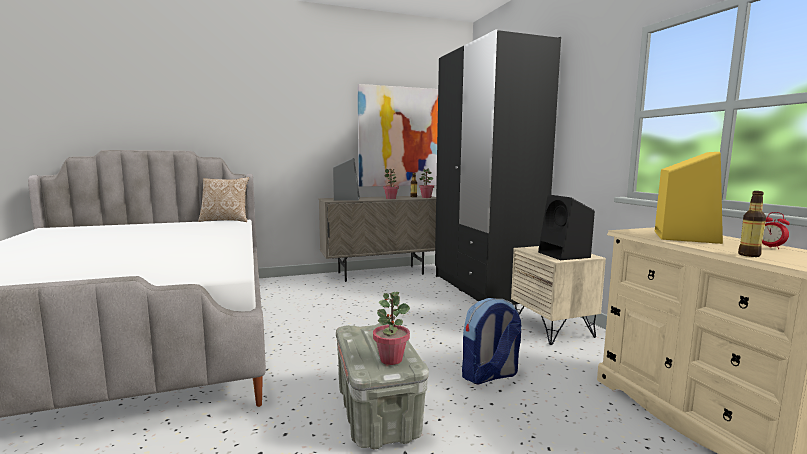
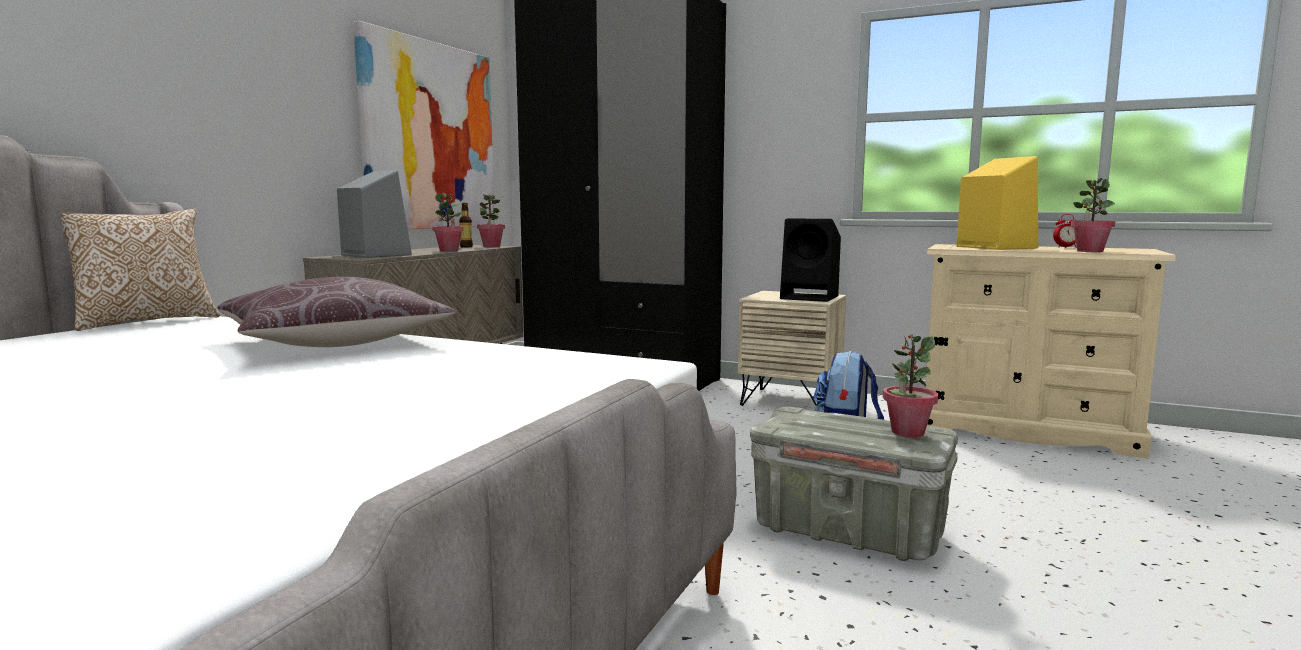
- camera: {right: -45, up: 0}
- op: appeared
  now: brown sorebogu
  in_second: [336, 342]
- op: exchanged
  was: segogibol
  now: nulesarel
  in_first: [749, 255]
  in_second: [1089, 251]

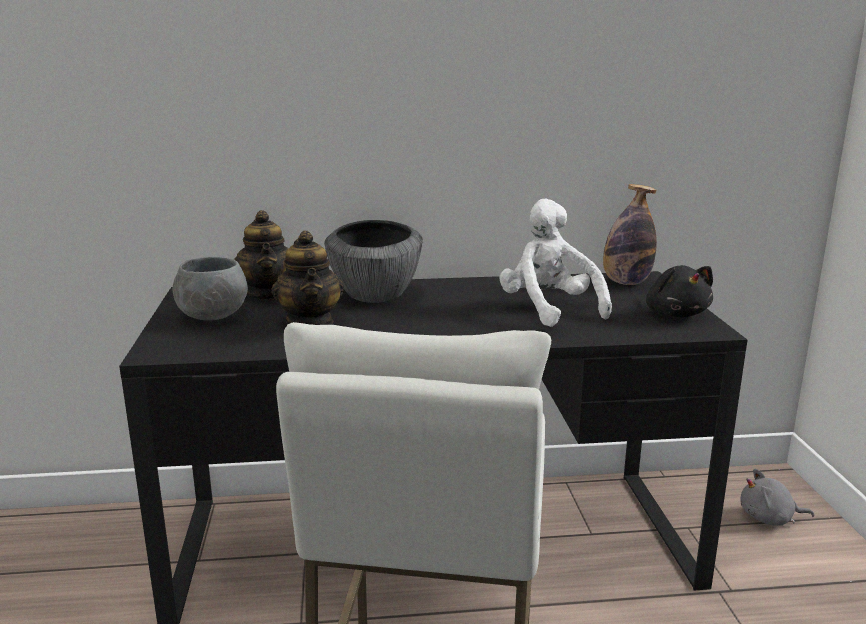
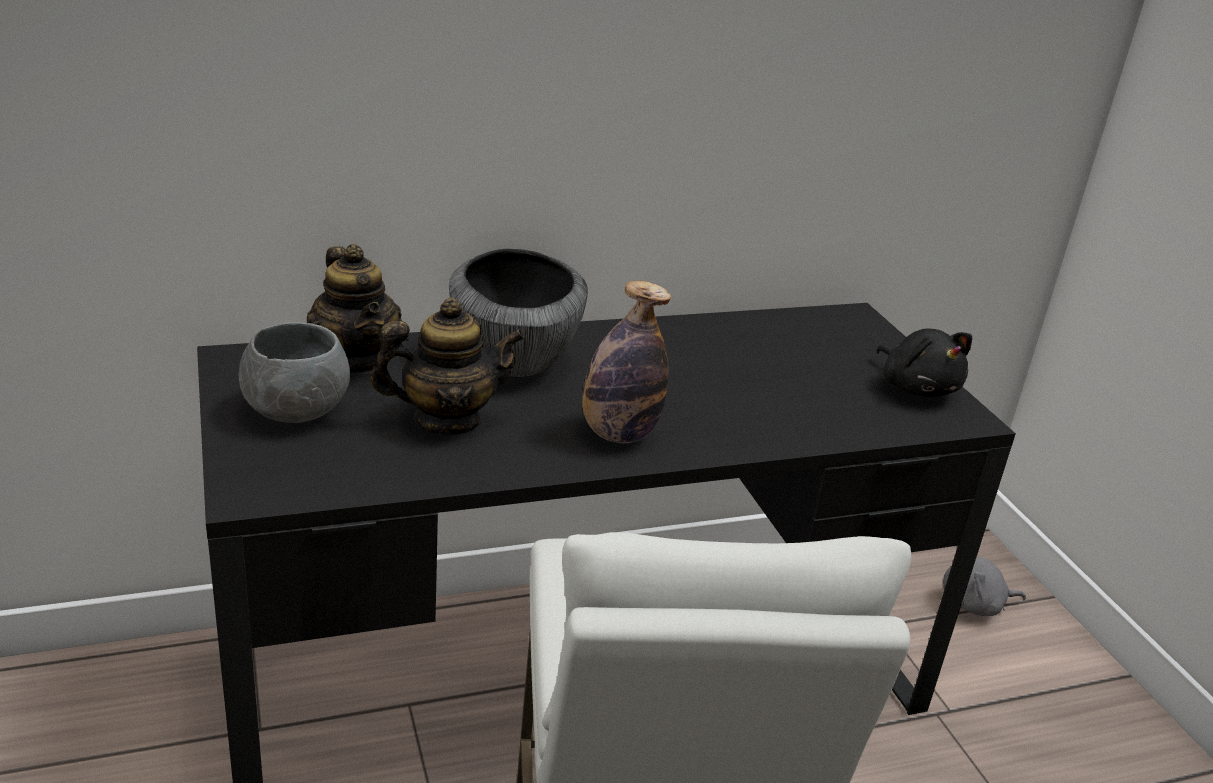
- camera: {right: -15, up: 10}
- op: missing
  was: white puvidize
  in_first: [549, 310]
- op: relocated
  was: segogibol
  in_first: [626, 282]
  in_second: [618, 434]
- op: spun
  was: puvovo
  in_first: [310, 322]
  in_second: [447, 420]
  clockwise: -75

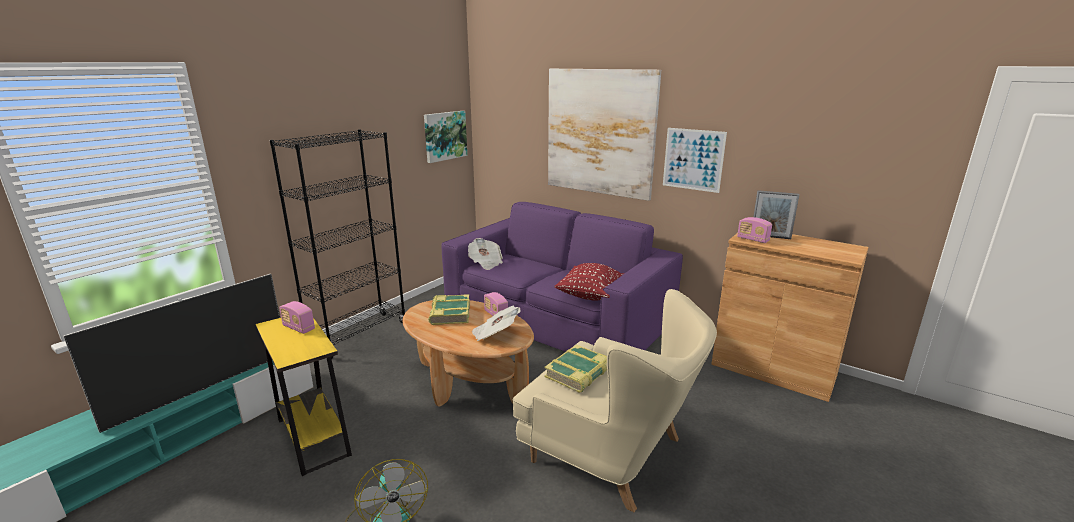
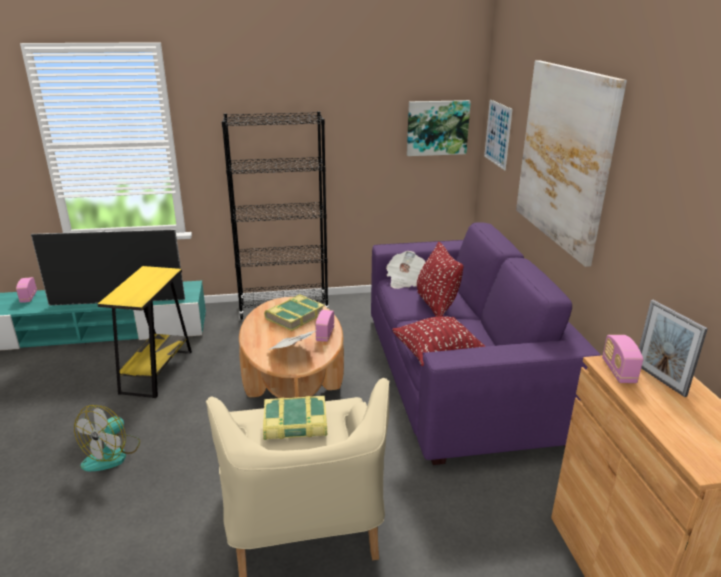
- camera: {right: 45, up: 5}
- op: appeared
  now: red sorebogu
  in_second: [436, 305]
- op: relocated
  was: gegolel
  in_first: [299, 328]
  in_second: [28, 297]
- op: relocated
  was: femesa
  in_first: [693, 159]
  in_second: [497, 134]

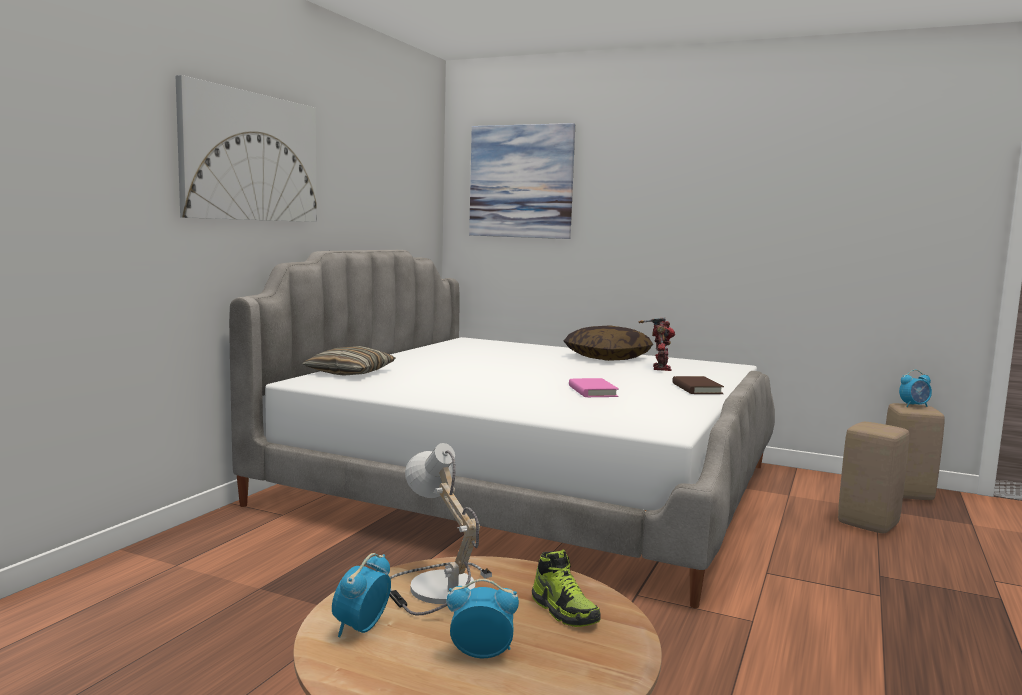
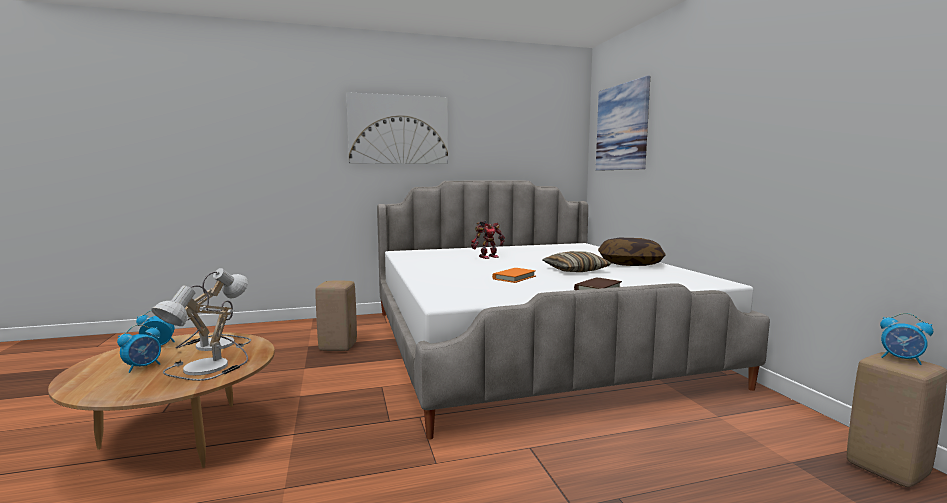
- camera: {right: 50, up: 0}
- op: relocated
  was: sorebogu
  in_first: [350, 372]
  in_second: [575, 270]
- op: relocated
  was: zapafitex
  in_first: [659, 368]
  in_second: [488, 257]
- op: relocated
  was: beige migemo
  in_first: [869, 524]
  in_second: [338, 347]
- op: exchanged
  was: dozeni
  now: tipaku
  in_first: [564, 611]
  in_second: [206, 369]
- op: colour
  was: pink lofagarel
  now: orange lofagarel
  in_first: [592, 391]
  in_second: [514, 277]
- op: spun
  was: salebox
  in_first: [481, 653]
  in_second: [143, 367]
  clockwise: 75

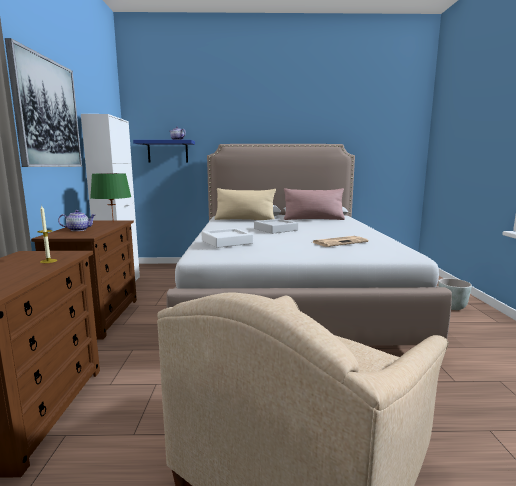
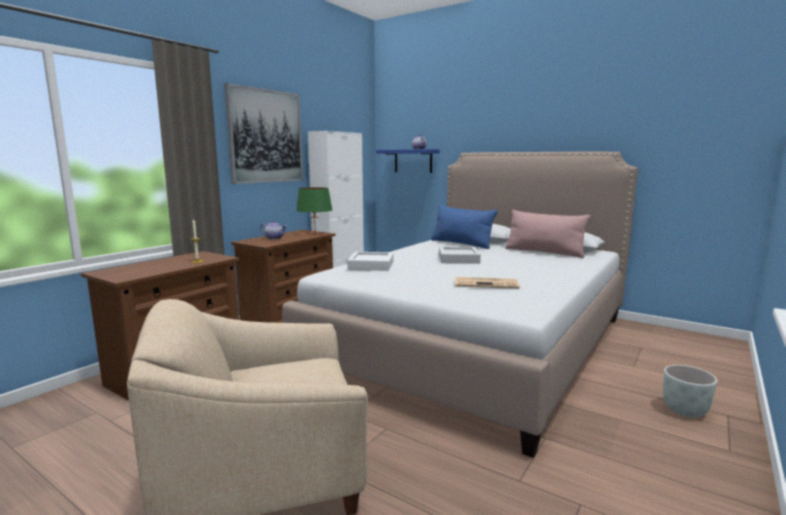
- camera: {right: 35, up: 0}
- op: colour
  was: beige sorebogu
  now: blue sorebogu
  in_first: [245, 220]
  in_second: [461, 243]

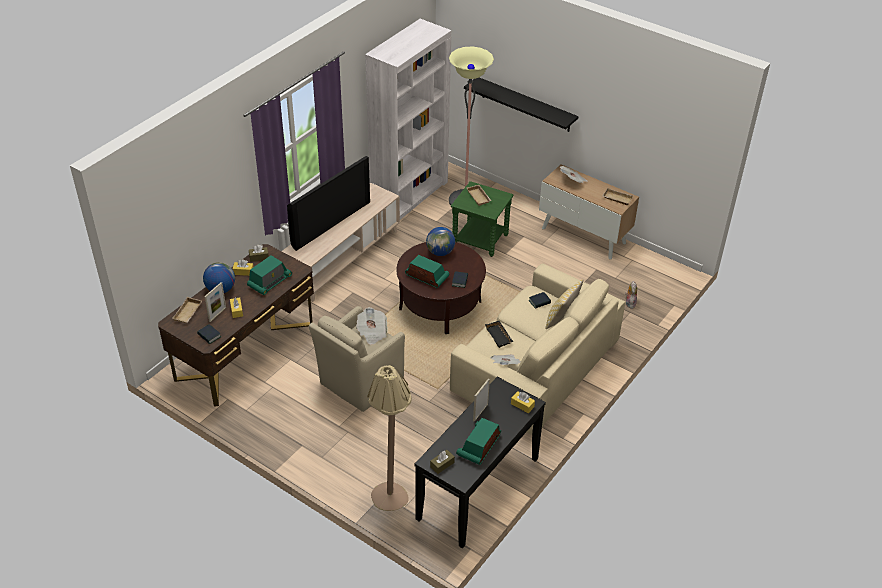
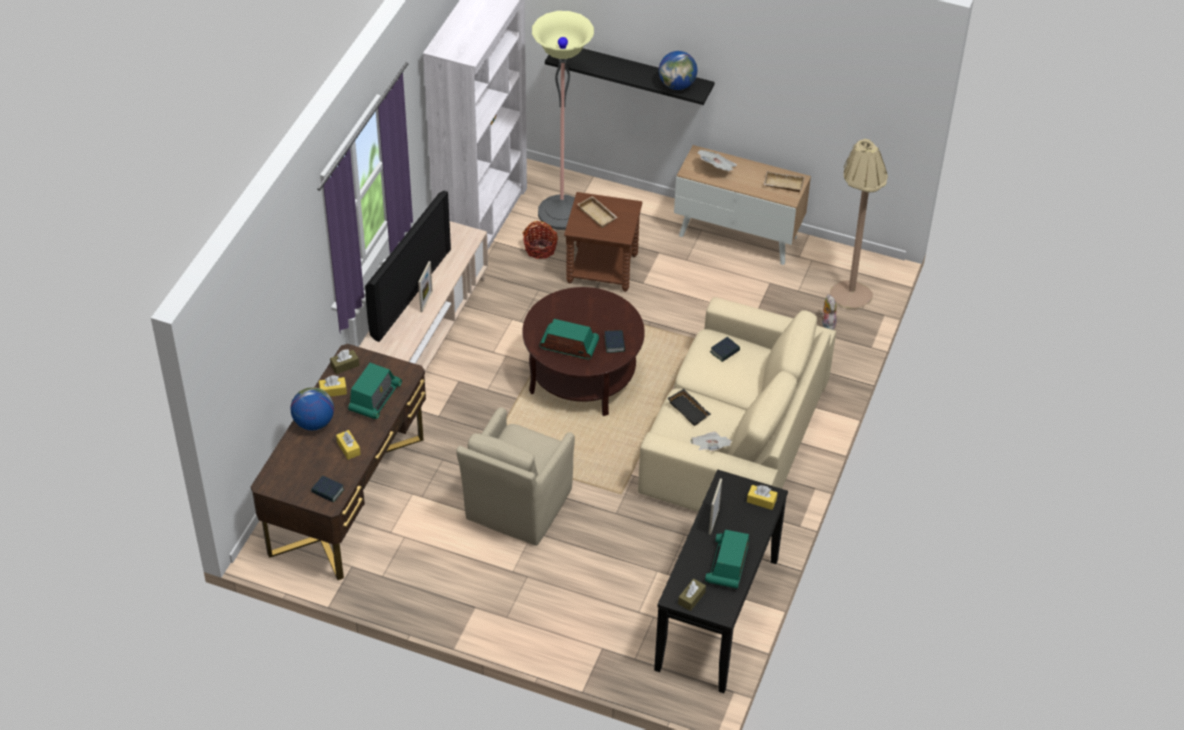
- camera: {right: -15, up: 5}
- op: missing
  was: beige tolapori
  in_first: [188, 313]
- op: missing
  was: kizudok
  in_first: [372, 332]
- op: missing
  was: sorebogu
  in_first: [561, 319]
- op: appeared
  now: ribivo
  in_second: [540, 249]
- op: relocated
  was: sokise
  in_first: [217, 314]
  in_second: [426, 301]
- op: relocated
  was: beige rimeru
  in_first: [392, 490]
  in_second: [849, 288]
- op: relocated
  was: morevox
  in_first: [440, 252]
  in_second: [677, 85]
- op: colour
  was: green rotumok
  now: brown rotumok
  in_first: [480, 239]
  in_second: [602, 268]

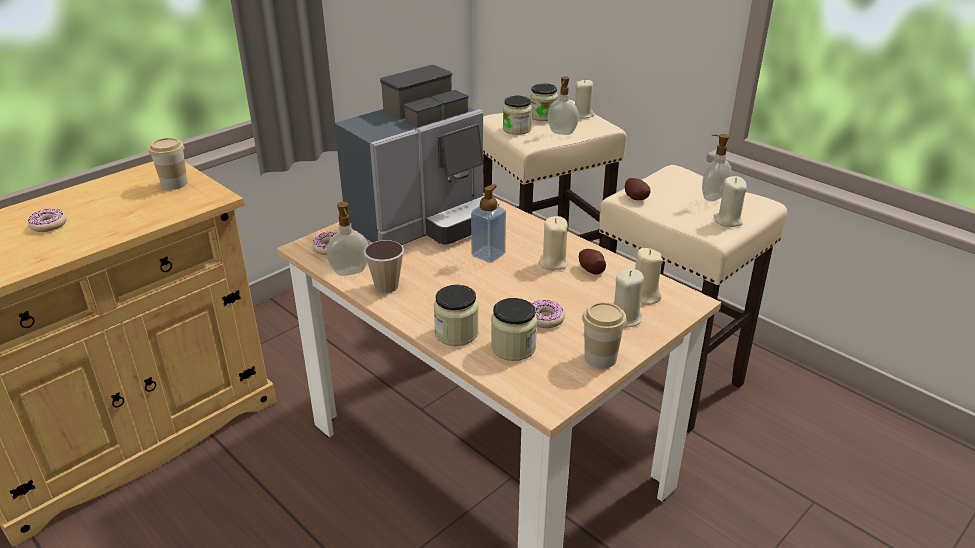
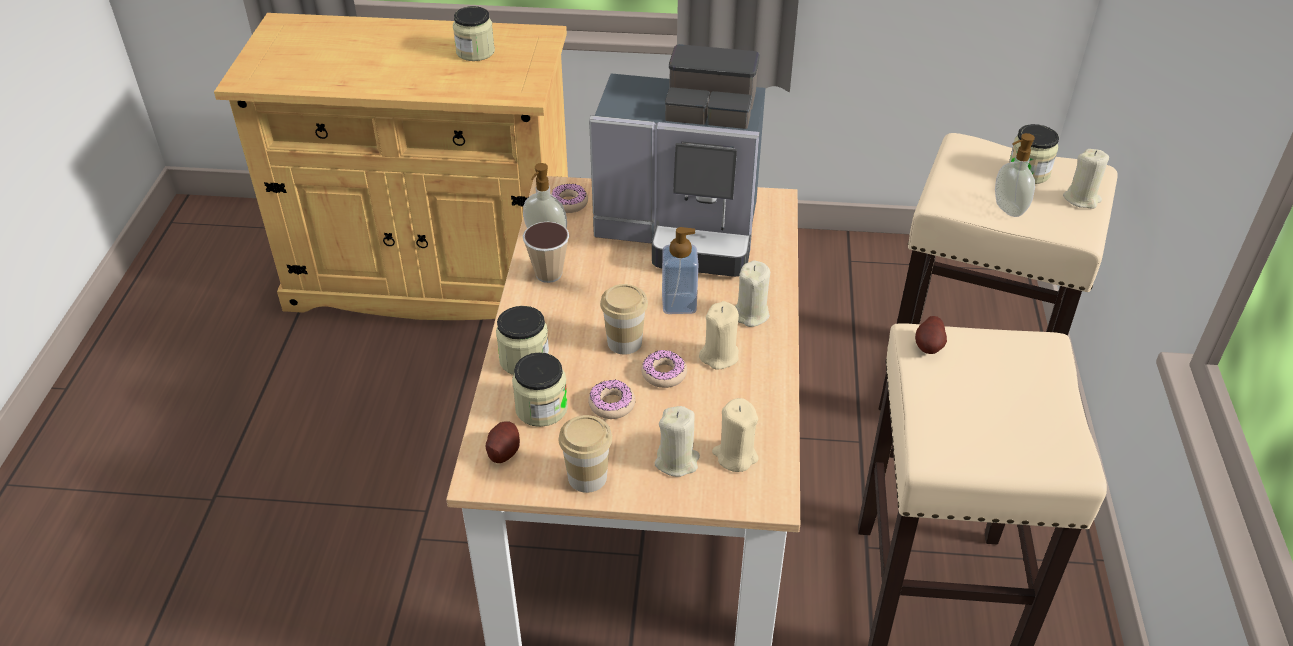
- camera: {right: 50, up: 10}
- op: missing
  was: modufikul
  in_first: [712, 197]
- op: relocated
  was: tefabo
  in_first: [48, 225]
  in_second: [664, 374]
- op: relocated
  was: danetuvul
  in_first: [174, 184]
  in_second: [624, 342]
- op: relocated
  was: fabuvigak
  in_first: [517, 129]
  in_second: [475, 52]
- op: relocated
  was: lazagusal
  in_first: [591, 269]
  in_second: [503, 451]
- op: relocated
  was: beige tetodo
  in_first: [727, 221]
  in_second: [750, 314]

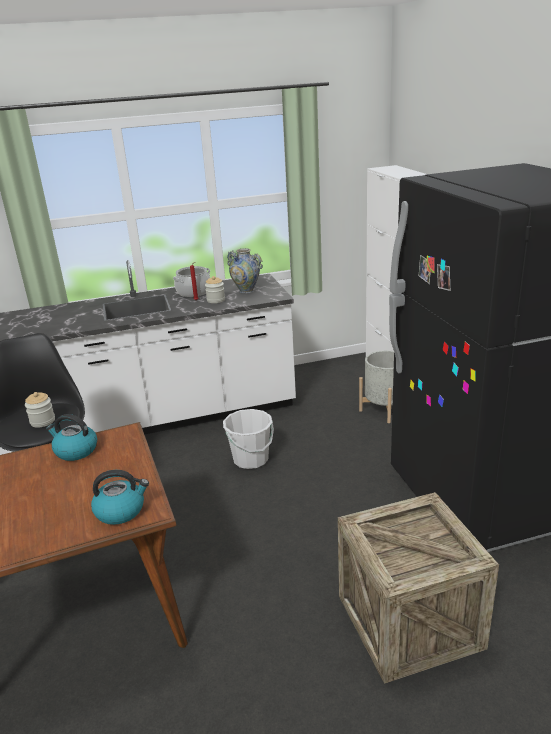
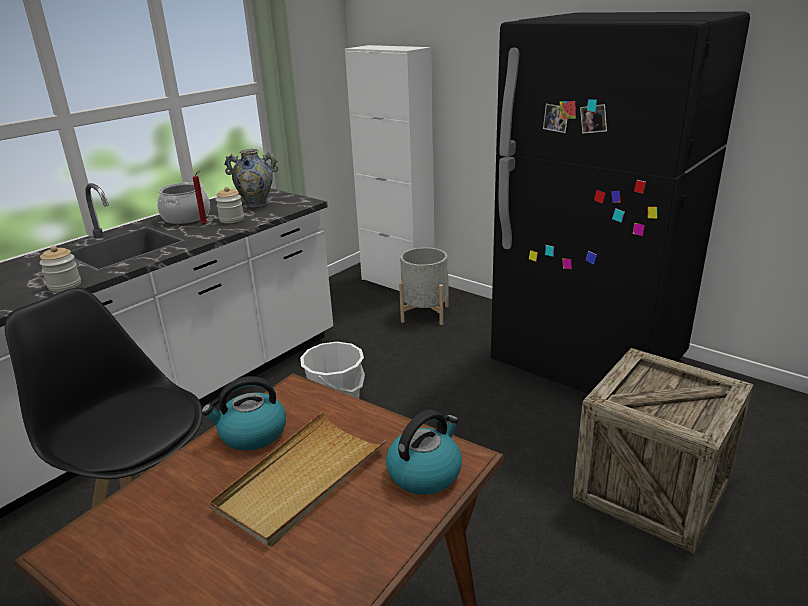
- camera: {right: -35, up: 0}
- op: appeared
  now: beige tolapori
  in_second: [301, 480]
- op: relocated
  was: fabuvigak
  in_first: [42, 421]
  in_second: [64, 285]

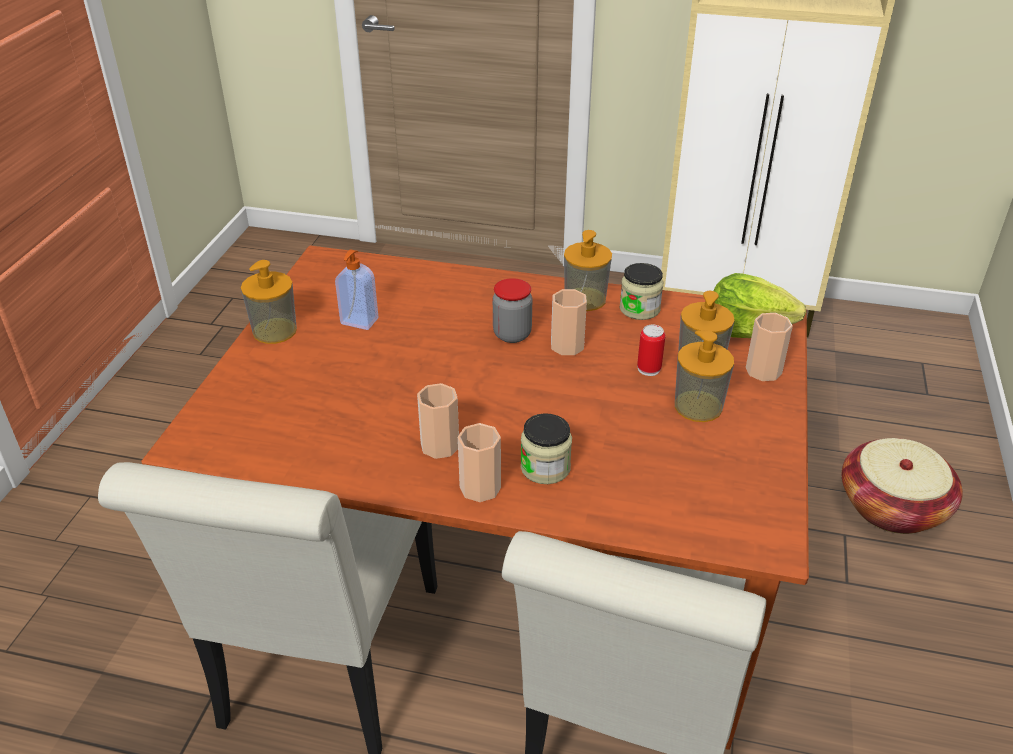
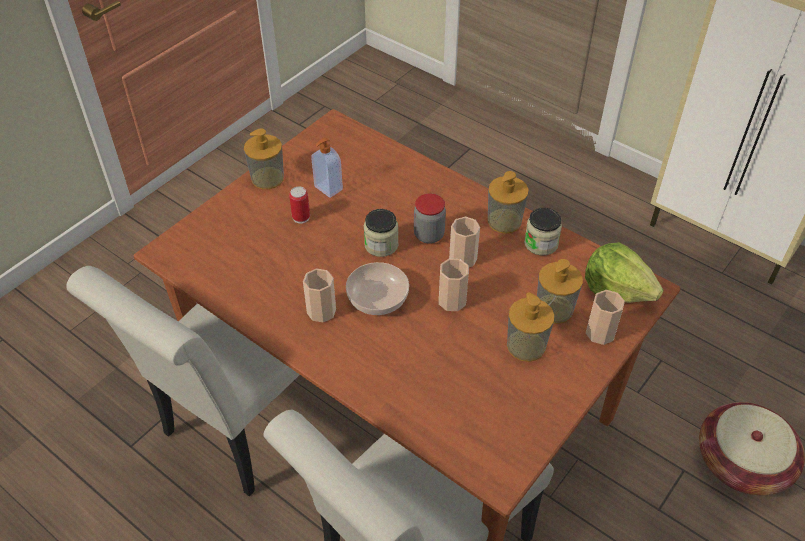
- camera: {right: 25, up: 10}
- op: appeared
  now: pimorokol
  in_second: [379, 298]
- op: relocated
  was: danetuvul
  in_first: [480, 487]
  in_second: [452, 301]
- op: relocated
  was: fabuvigak
  in_first: [545, 468]
  in_second: [381, 245]
- op: relocated
  was: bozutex
  in_first: [649, 369]
  in_second: [301, 217]

